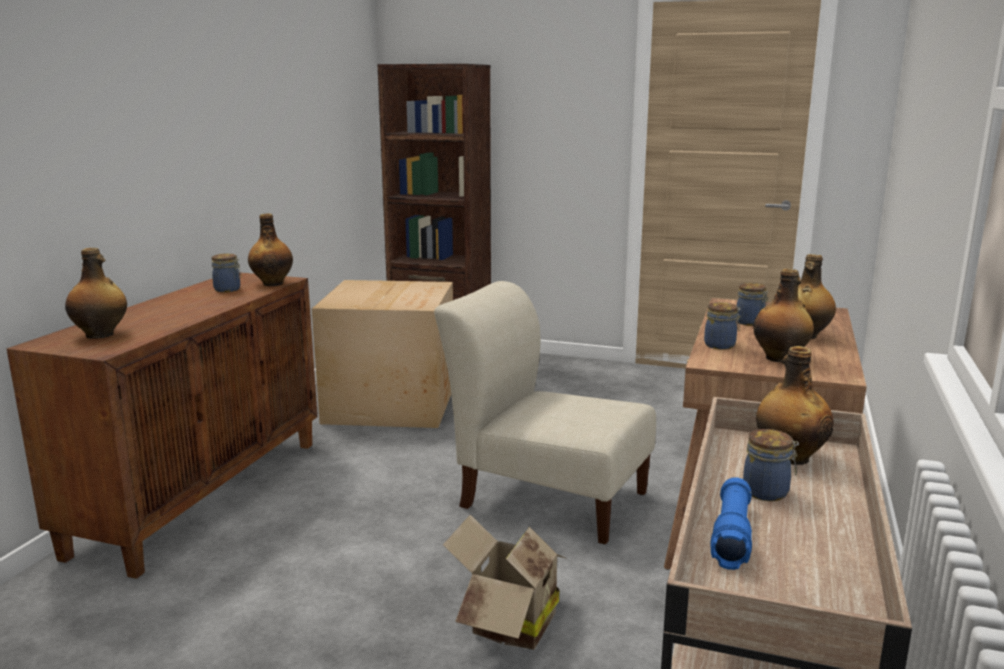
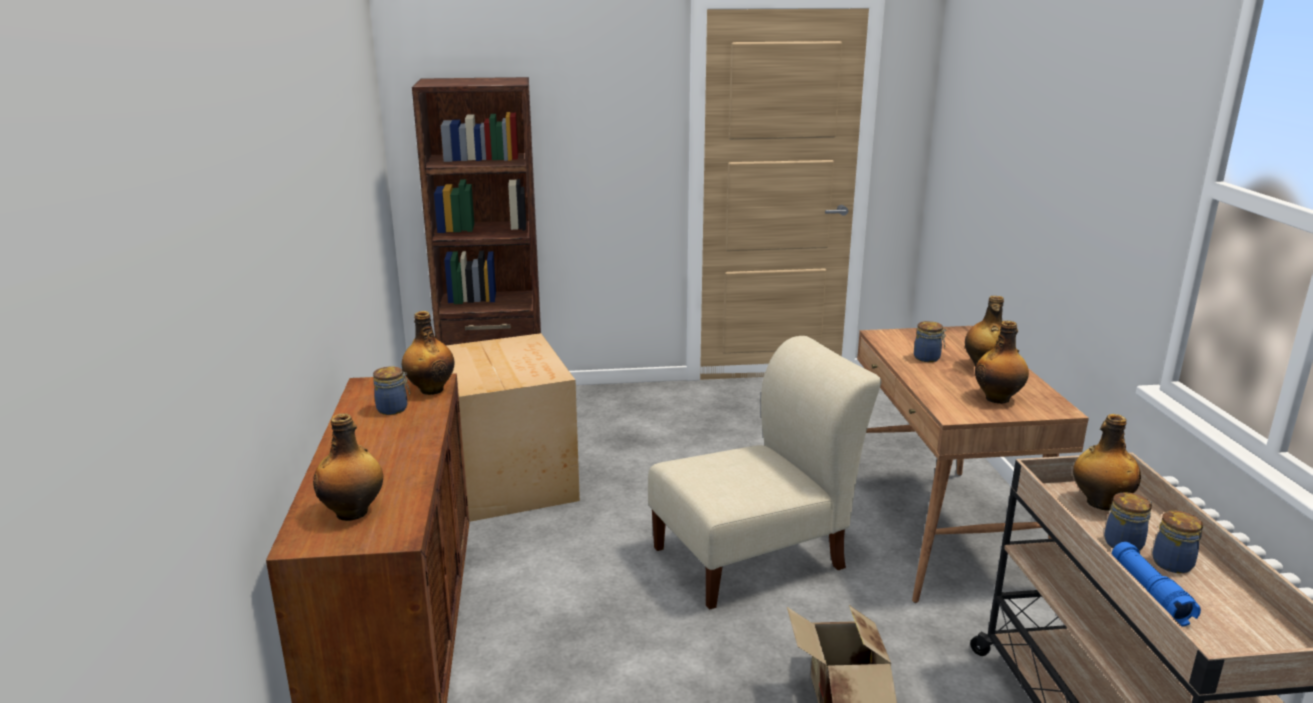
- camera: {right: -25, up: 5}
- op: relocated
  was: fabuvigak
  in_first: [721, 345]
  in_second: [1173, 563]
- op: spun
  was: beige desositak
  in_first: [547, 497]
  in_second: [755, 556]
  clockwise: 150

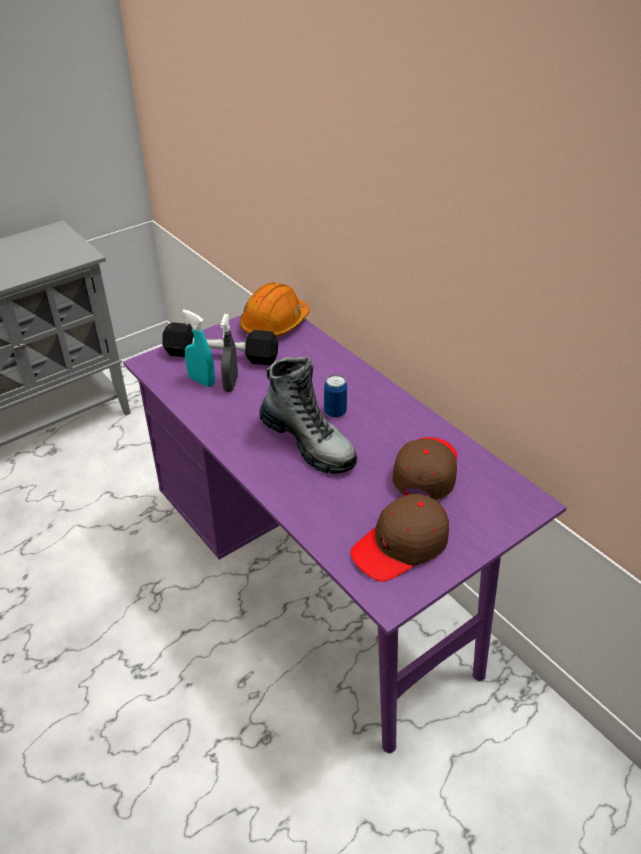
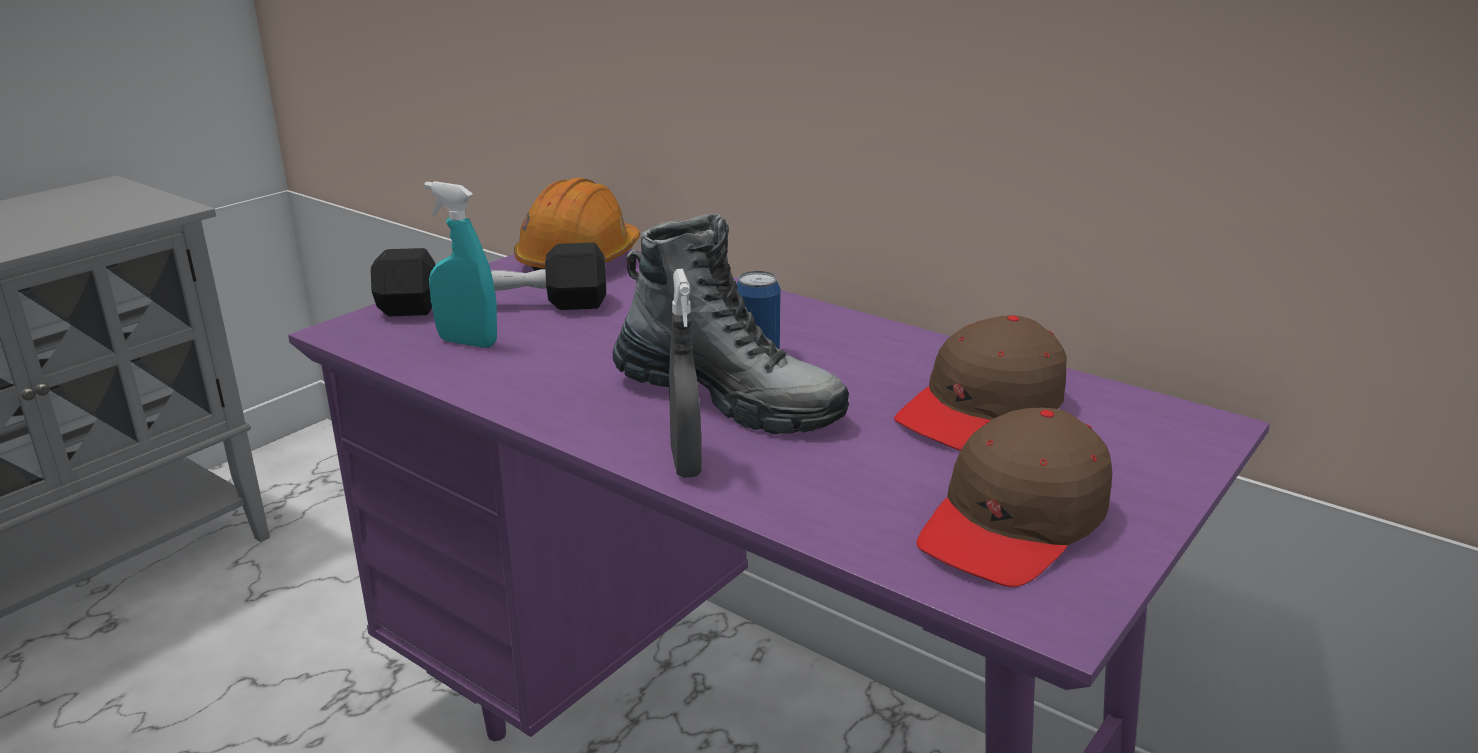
- camera: {right: -15, up: -15}
- op: relocated
  was: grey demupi
  in_first: [231, 384]
  in_second: [685, 462]
- op: spun
  was: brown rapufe
  in_first: [425, 471]
  in_second: [981, 409]
  clockwise: -135

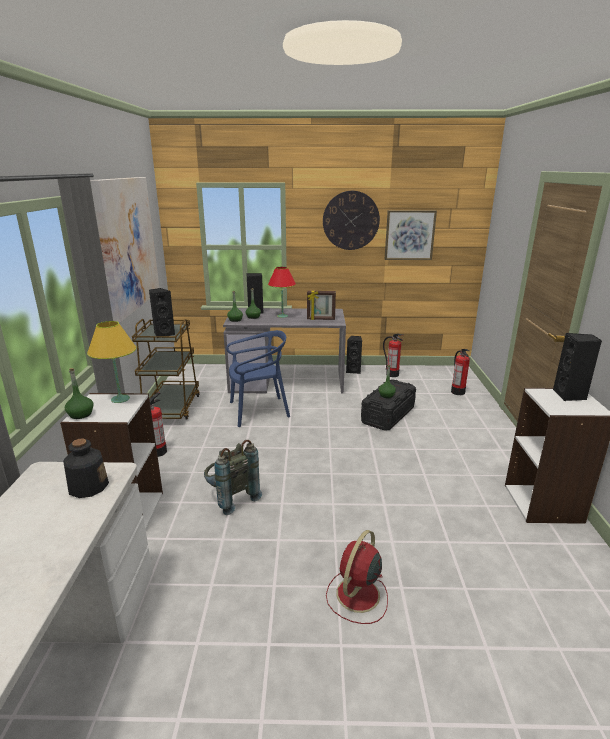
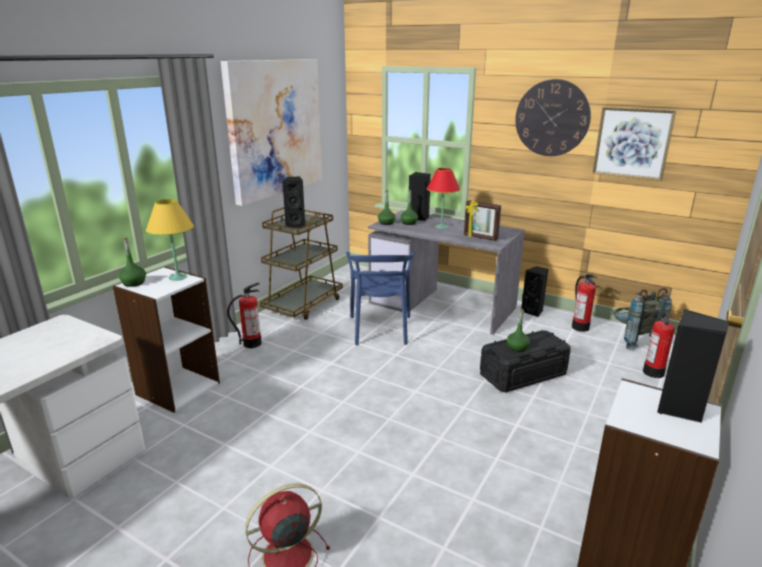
- camera: {right: 30, up: 0}
- op: missing
  was: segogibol
  in_first: [88, 486]
- op: relocated
  was: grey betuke
  in_first: [230, 497]
  in_second: [632, 340]
- op: spun
  was: blue desositak
  in_first: [258, 411]
  in_second: [380, 329]
  clockwise: 75

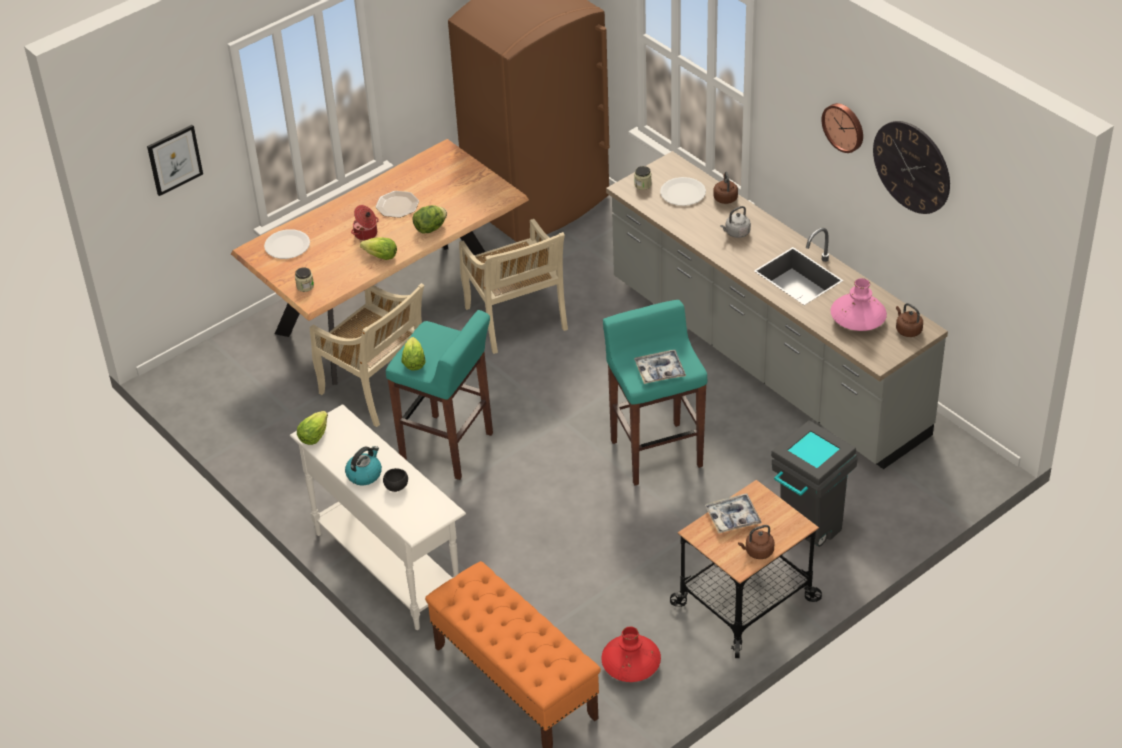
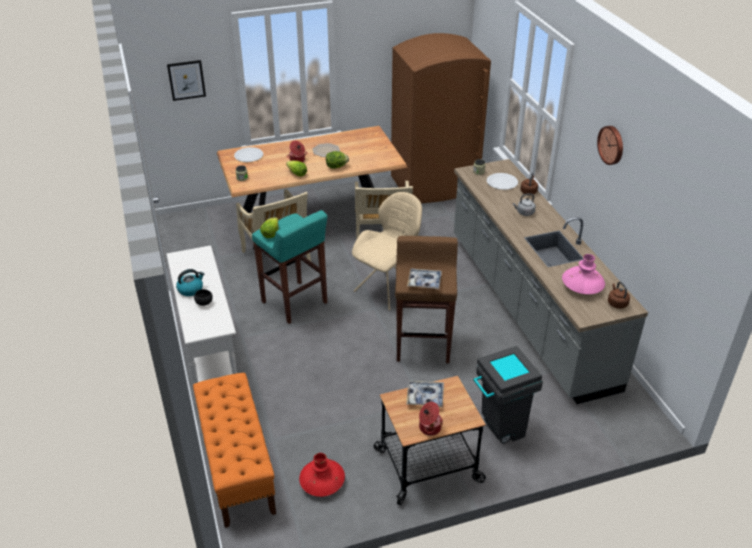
- camera: {right: 20, up: -5}
- op: missing
  was: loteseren
  in_first: [313, 436]
- op: missing
  was: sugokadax
  in_first: [912, 167]
- op: appeared
  now: beige desositak
  in_second: [387, 288]
- op: exchanged
  was: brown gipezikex
  now: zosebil
  in_first: [757, 552]
  in_second: [429, 427]
- op: colour
  was: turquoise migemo
  now: brown migemo
  in_first: [656, 452]
  in_second: [423, 345]

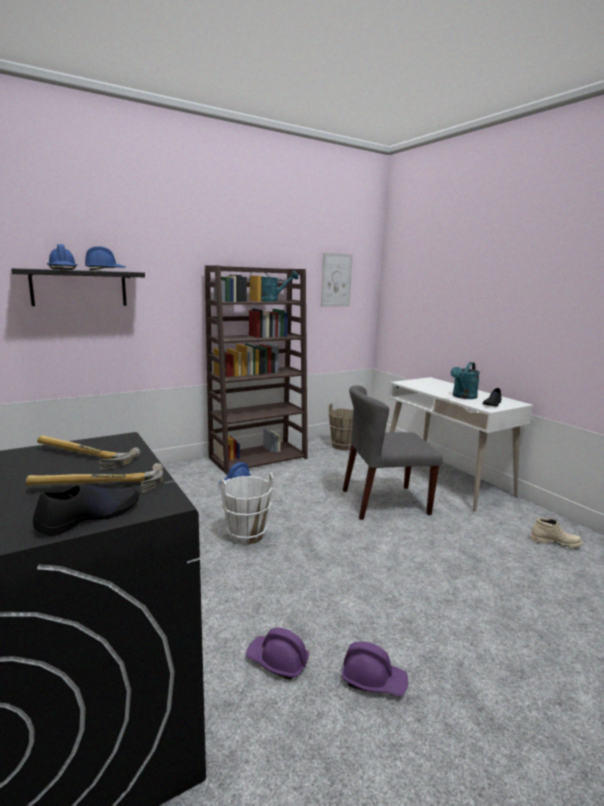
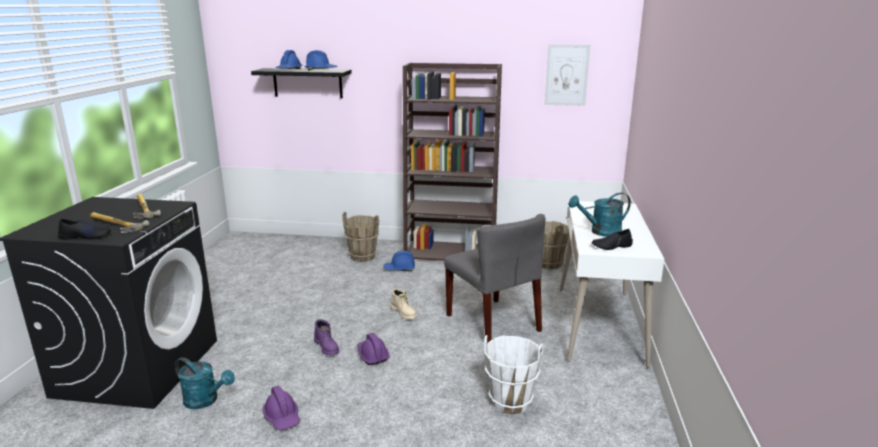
- camera: {right: 40, up: 5}
- op: appeared
  now: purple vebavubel
  in_second: [327, 347]
- op: appeared
  now: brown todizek
  in_second: [363, 256]
- op: relocated
  was: white todizek
  in_first: [246, 534]
  in_second: [510, 401]
- op: relocated
  was: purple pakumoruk
  in_first: [277, 661]
  in_second: [372, 355]
- op: relocated
  was: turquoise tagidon
  in_first: [271, 301]
  in_second: [206, 400]
- op: relocated
  was: beige vebavubel
  in_first: [555, 542]
  in_second: [404, 313]
- op: spun
  was: grey desositak
  in_first: [384, 502]
  in_second: [493, 323]
  clockwise: -150

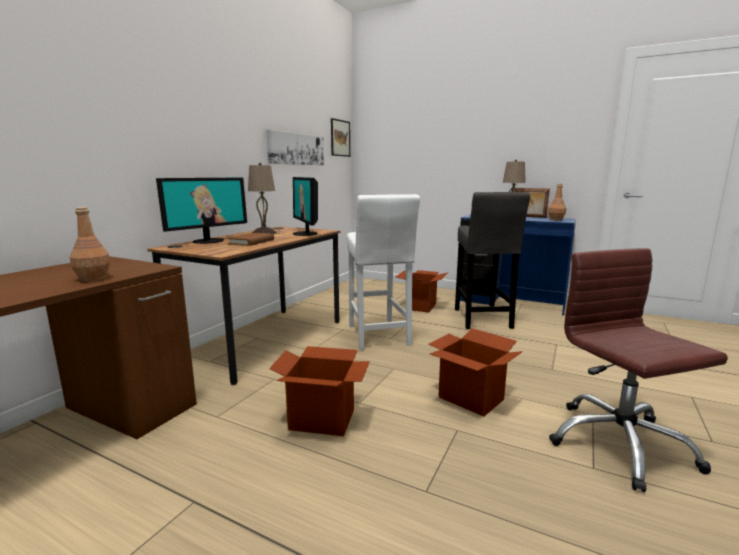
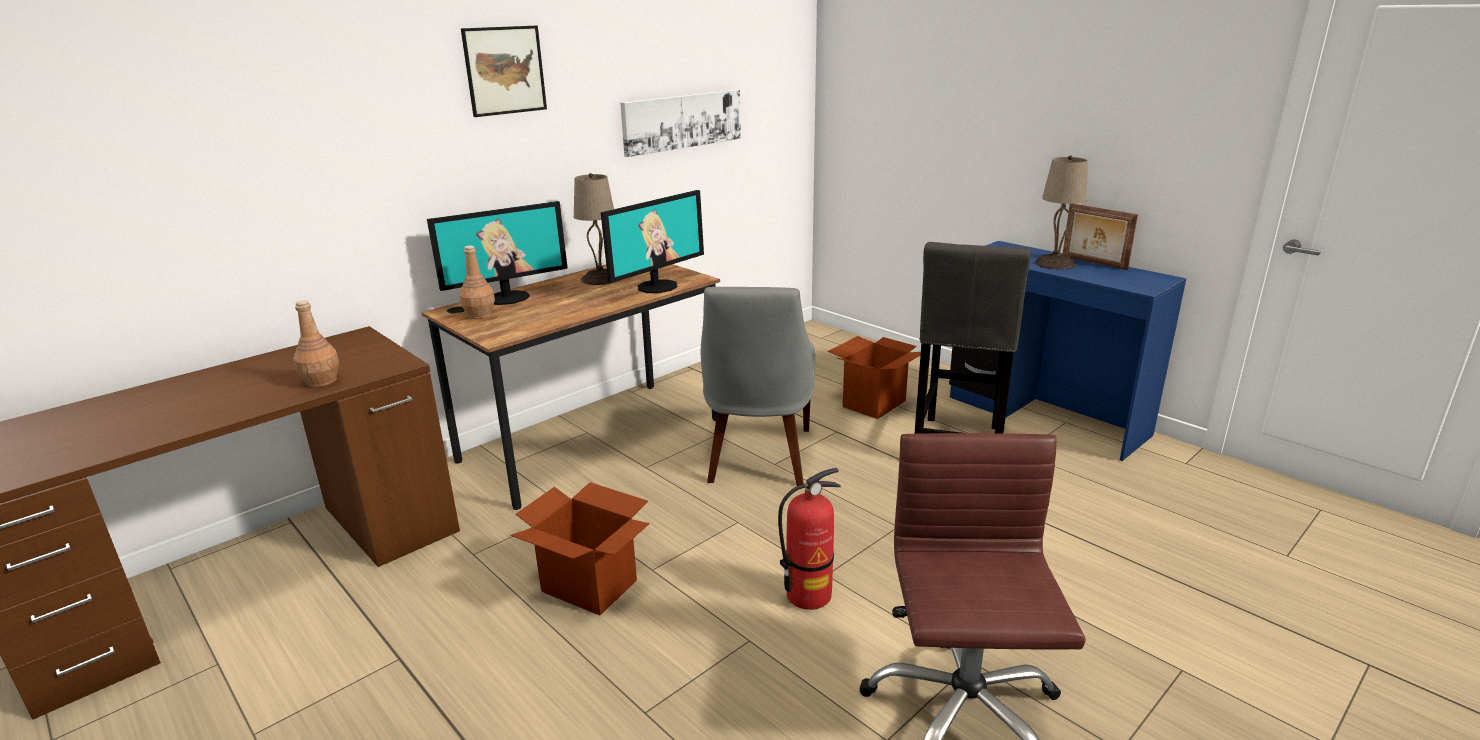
- camera: {right: 20, up: 10}
- op: missing
  was: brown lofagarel
  in_first: [251, 242]
- op: relocated
  was: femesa
  in_first: [340, 138]
  in_second: [504, 70]
- op: relocated
  was: brown segogibol
  in_first: [556, 219]
  in_second: [479, 315]
- op: exchanged
  was: white migemo
  now: grey desositak
  in_first: [378, 337]
  in_second: [758, 458]
- op: exchanged
  was: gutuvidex
  now: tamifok
  in_first: [470, 398]
  in_second: [808, 595]
- op: spun
  was: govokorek
  in_first: [305, 233]
  in_second: [657, 286]
  clockwise: -135

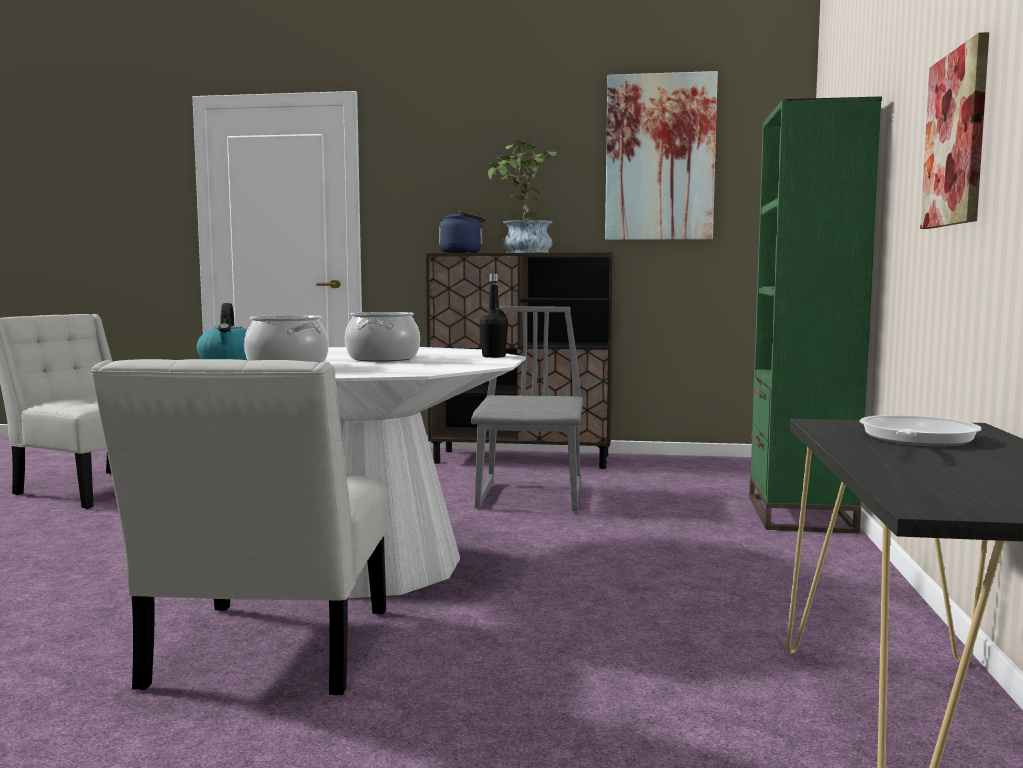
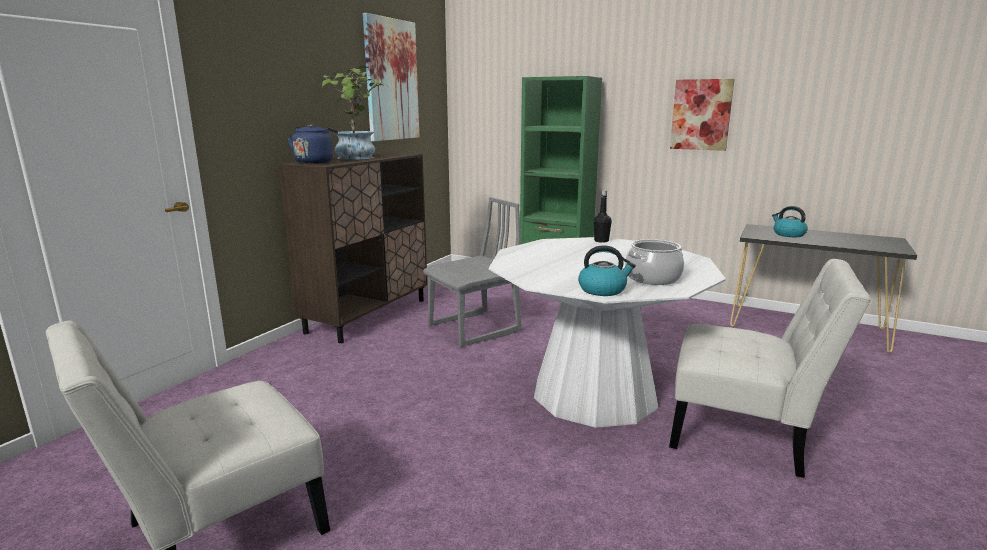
- camera: {right: -70, up: 10}
- op: missing
  was: zosebil
  in_first: [383, 358]
- op: exchanged
  was: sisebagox
  now: gipezikex
  in_first: [915, 439]
  in_second: [788, 234]
- op: spun
  was: grey desositak
  in_first: [531, 497]
  in_second: [474, 329]
  clockwise: 120

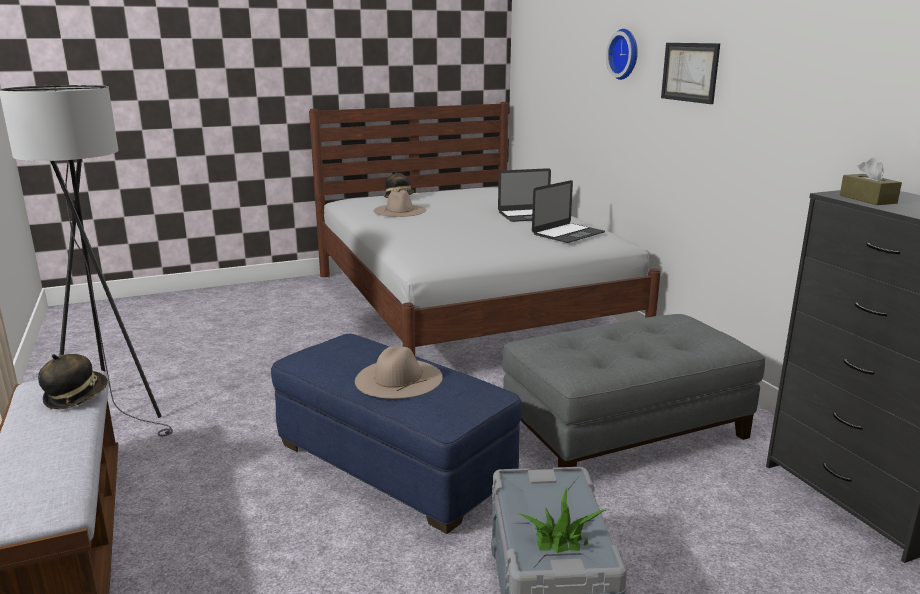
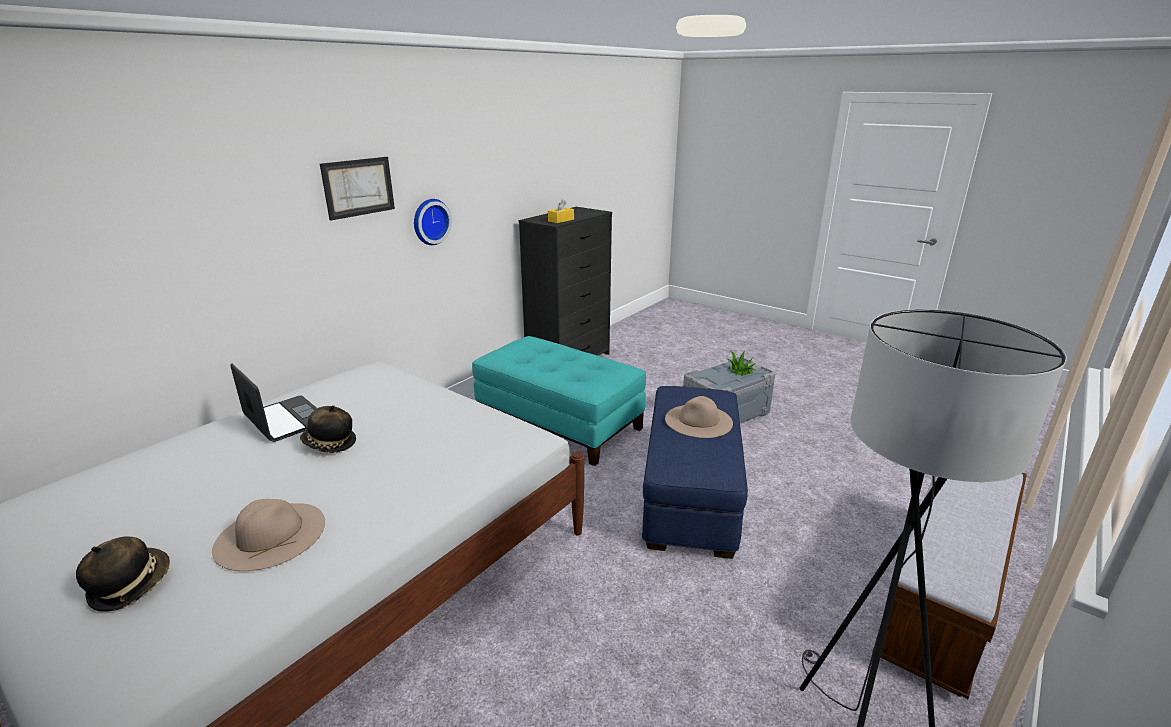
- camera: {right: -120, up: 5}
- op: missing
  was: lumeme
  in_first: [568, 233]
- op: relocated
  was: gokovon
  in_first: [76, 397]
  in_second: [329, 444]
- op: relocated
  was: sugokadax
  in_first: [625, 54]
  in_second: [430, 221]
- op: colour
  was: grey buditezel
  now: turquoise buditezel
  in_first: [625, 432]
  in_second: [559, 422]
- op: colour
  was: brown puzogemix
  now: yellow puzogemix
  in_first: [867, 199]
  in_second: [561, 220]

